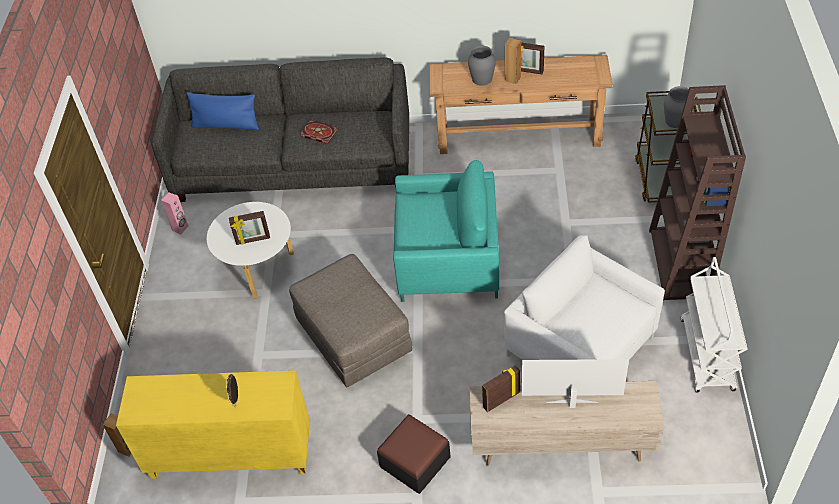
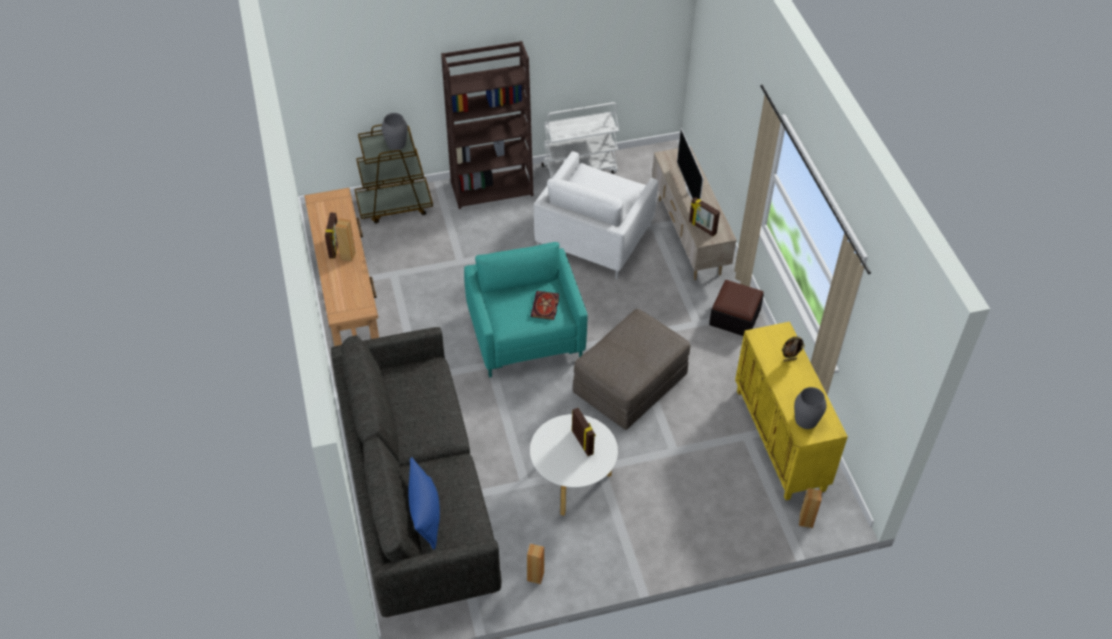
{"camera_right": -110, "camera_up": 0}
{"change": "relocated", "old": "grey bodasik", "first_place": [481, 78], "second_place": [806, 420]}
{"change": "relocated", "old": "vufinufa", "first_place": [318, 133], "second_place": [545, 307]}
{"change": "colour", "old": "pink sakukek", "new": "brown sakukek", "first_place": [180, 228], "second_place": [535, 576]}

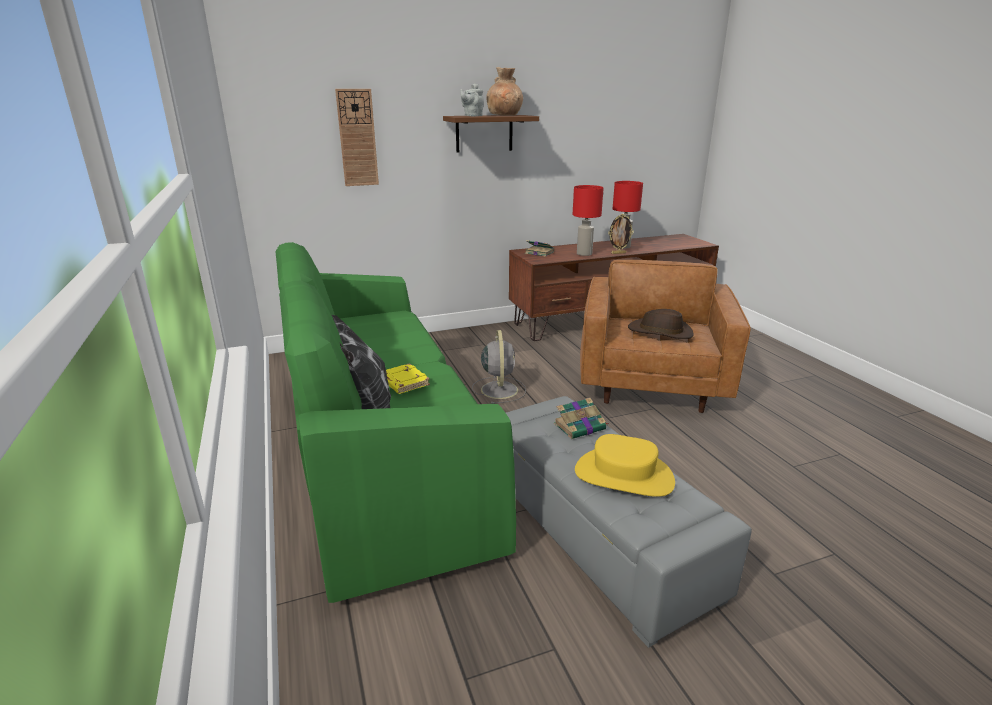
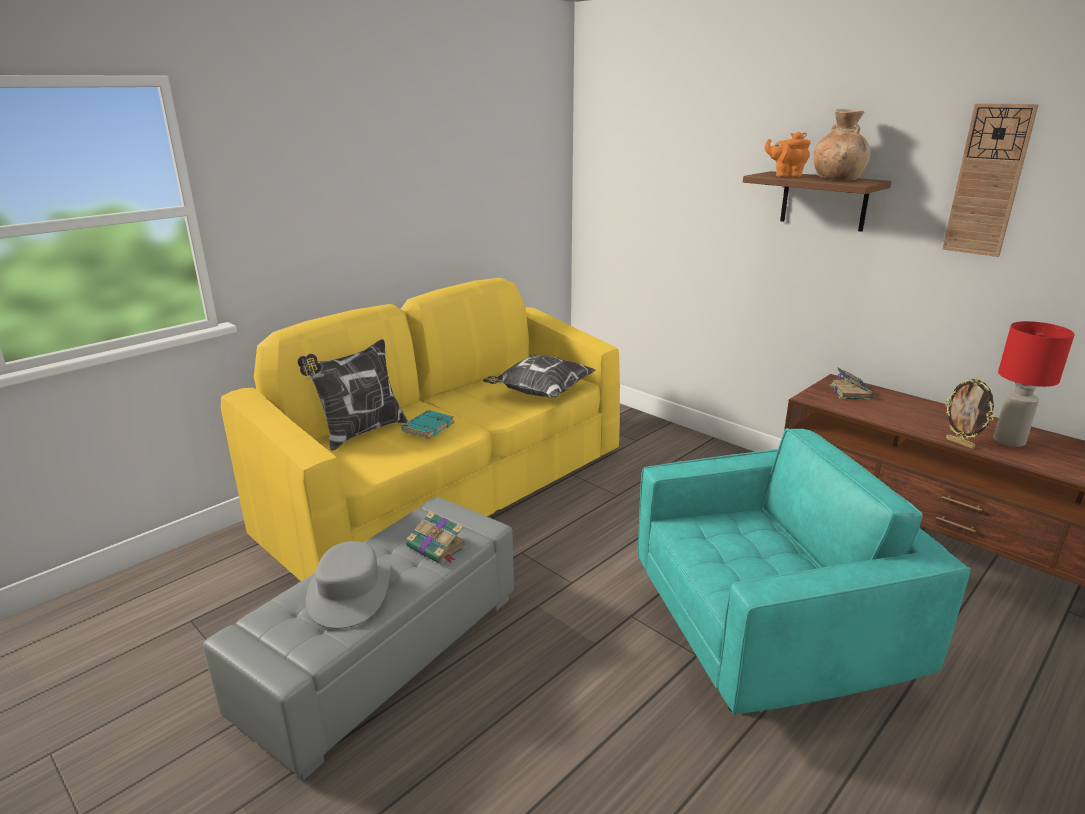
{"camera_right": 65, "camera_up": 0}
{"change": "colour", "old": "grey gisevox", "new": "orange gisevox", "first_place": [472, 116], "second_place": [786, 175]}
{"change": "relocated", "old": "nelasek", "first_place": [357, 138], "second_place": [988, 181]}
{"change": "missing", "old": "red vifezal", "first_place": [584, 254]}
{"change": "colour", "old": "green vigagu", "new": "yellow vigagu", "first_place": [382, 452], "second_place": [452, 492]}
{"change": "colour", "old": "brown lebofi", "new": "turquoise lebofi", "first_place": [651, 385], "second_place": [767, 641]}
{"change": "missing", "old": "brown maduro", "first_place": [660, 332]}
{"change": "missing", "old": "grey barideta", "first_place": [499, 389]}
{"change": "colour", "old": "yellow vufinufa", "new": "turquoise vufinufa", "first_place": [403, 382], "second_place": [428, 427]}
{"change": "colour", "old": "yellow maduro", "new": "grey maduro", "first_place": [623, 475], "second_place": [350, 591]}
{"change": "appeared", "new": "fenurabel", "second_place": [539, 394]}

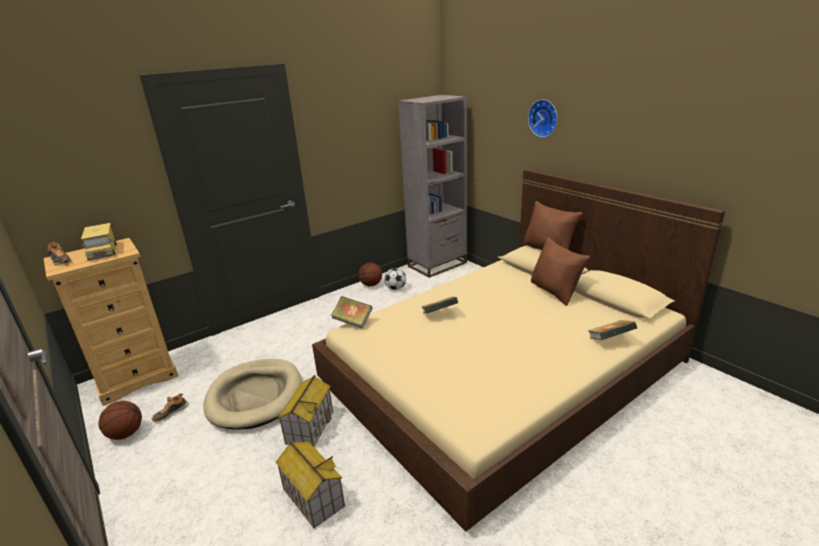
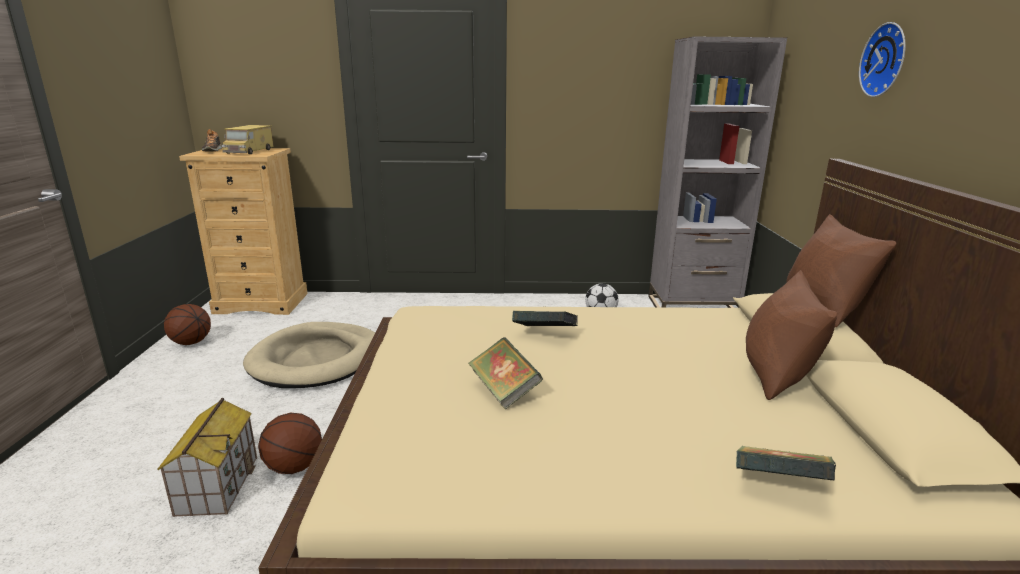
{"camera_right": 35, "camera_up": -5}
{"change": "relocated", "old": "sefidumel", "first_place": [371, 284], "second_place": [295, 467]}
{"change": "relocated", "old": "vufinufa", "first_place": [353, 322], "second_place": [504, 391]}
{"change": "missing", "old": "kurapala", "first_place": [309, 427]}
{"change": "missing", "old": "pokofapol", "first_place": [170, 413]}

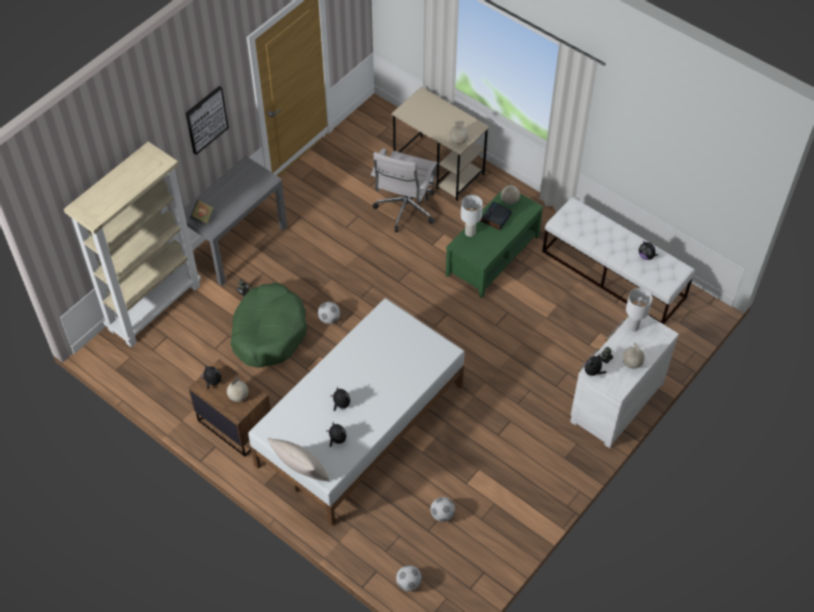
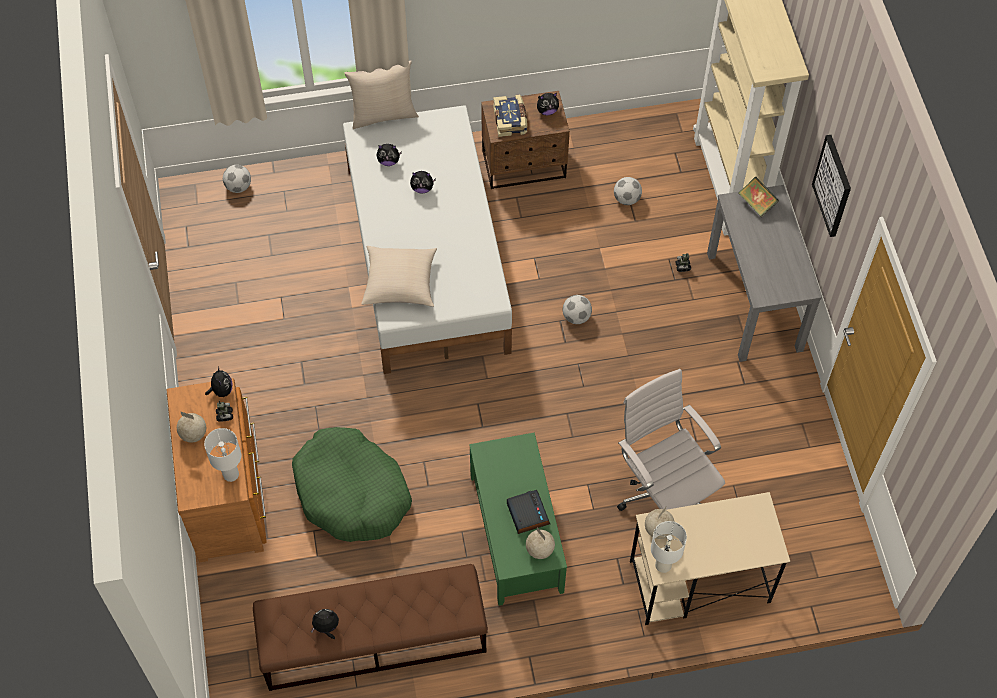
{"camera_right": 130, "camera_up": 5}
{"change": "relocated", "old": "white vifezal", "first_place": [470, 233], "second_place": [663, 564]}
{"change": "colour", "old": "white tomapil", "new": "brown tomapil", "first_place": [614, 274], "second_place": [372, 640]}
{"change": "relocated", "old": "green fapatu", "first_place": [268, 332], "second_place": [352, 492]}
{"change": "colour", "old": "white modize", "new": "brown modize", "first_place": [614, 401], "second_place": [228, 496]}
{"change": "exchanged", "old": "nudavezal", "new": "vufinufa", "first_place": [239, 396], "second_place": [510, 120]}
{"change": "relocated", "old": "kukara", "first_place": [442, 514], "second_place": [627, 199]}
{"change": "appeared", "new": "beige fenurabel", "second_place": [400, 283]}

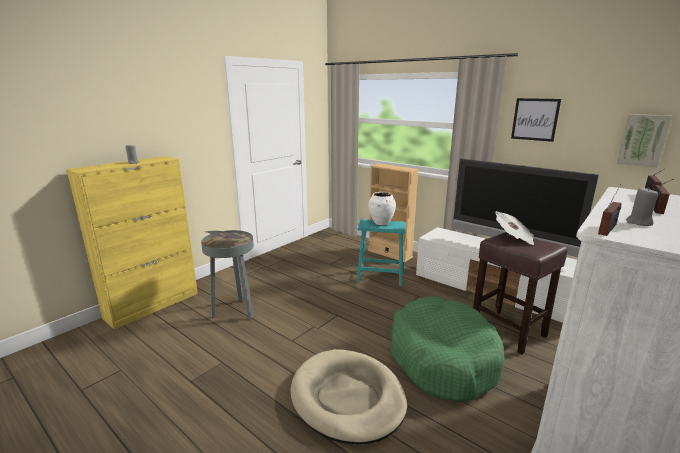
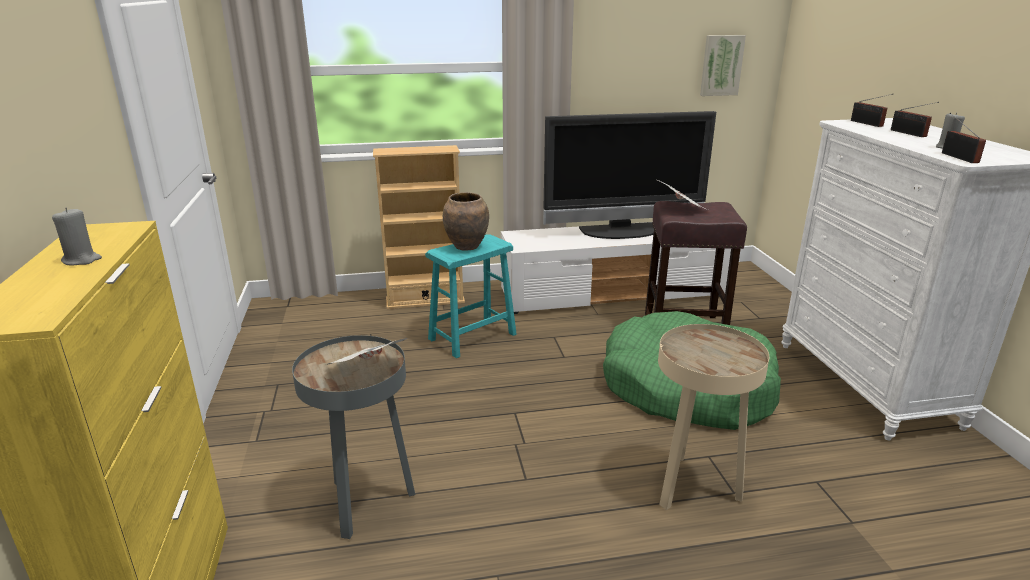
{"camera_right": -50, "camera_up": 5}
{"change": "missing", "old": "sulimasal", "first_place": [535, 119]}
{"change": "colour", "old": "white bodasik", "new": "brown bodasik", "first_place": [381, 223], "second_place": [467, 247]}
{"change": "exchanged", "old": "beige fapatu", "new": "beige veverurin", "first_place": [347, 398], "second_place": [694, 488]}

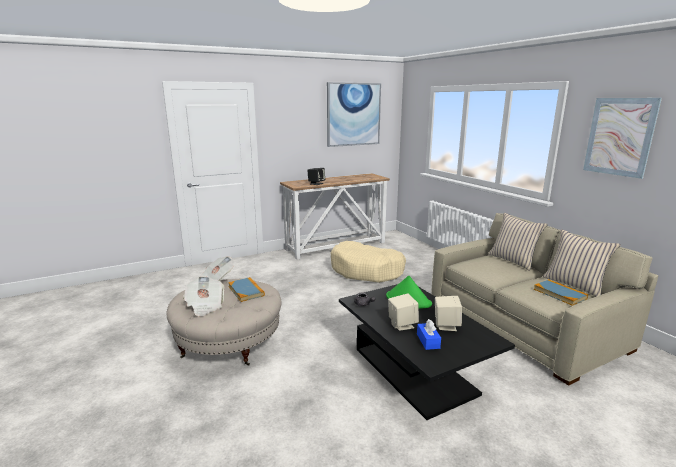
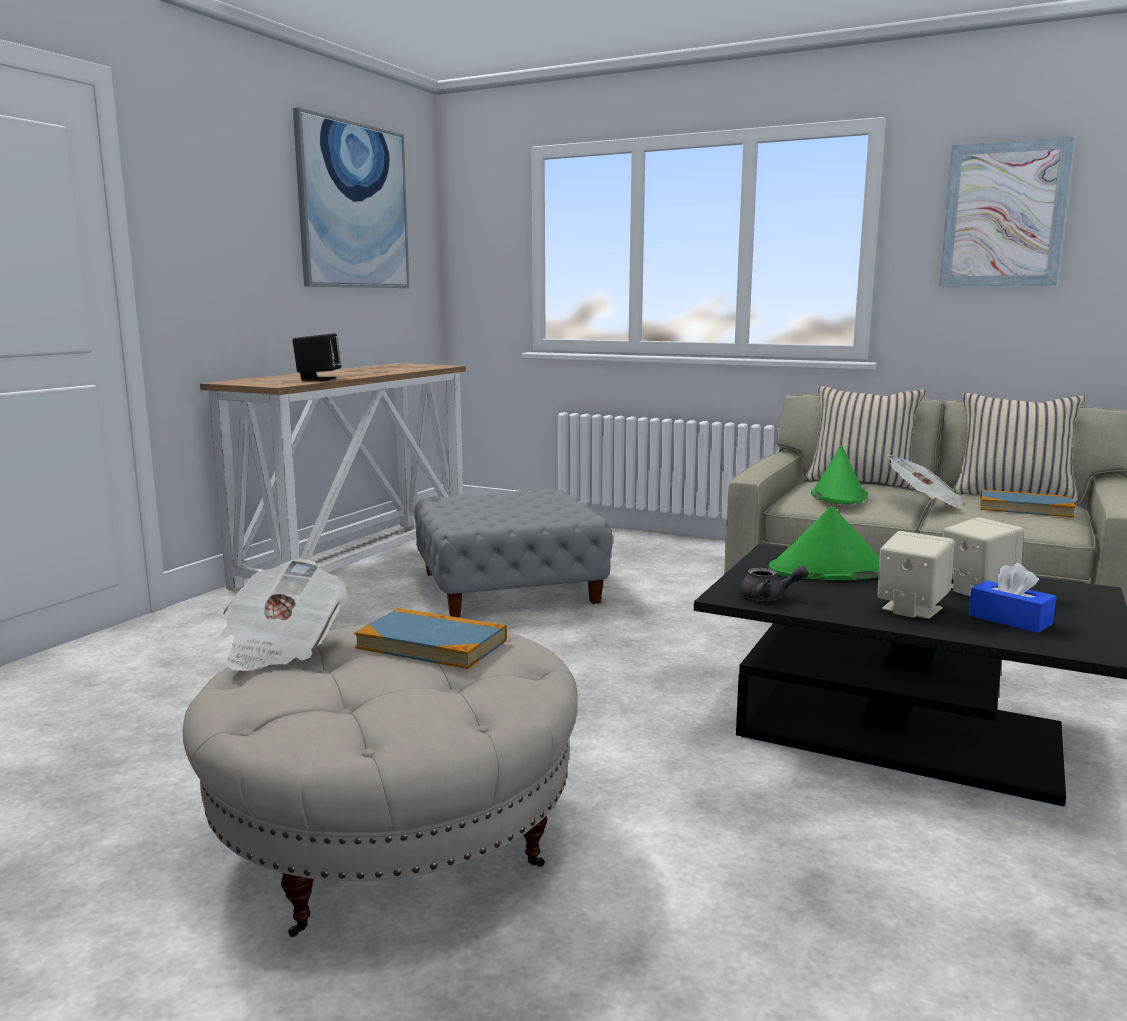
{"camera_right": -35, "camera_up": -5}
{"change": "exchanged", "old": "beige fapatu", "new": "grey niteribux", "first_place": [367, 271], "second_place": [509, 587]}
{"change": "relocated", "old": "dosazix", "first_place": [205, 306], "second_place": [925, 503]}
{"change": "appeared", "new": "green maduro", "second_place": [838, 495]}

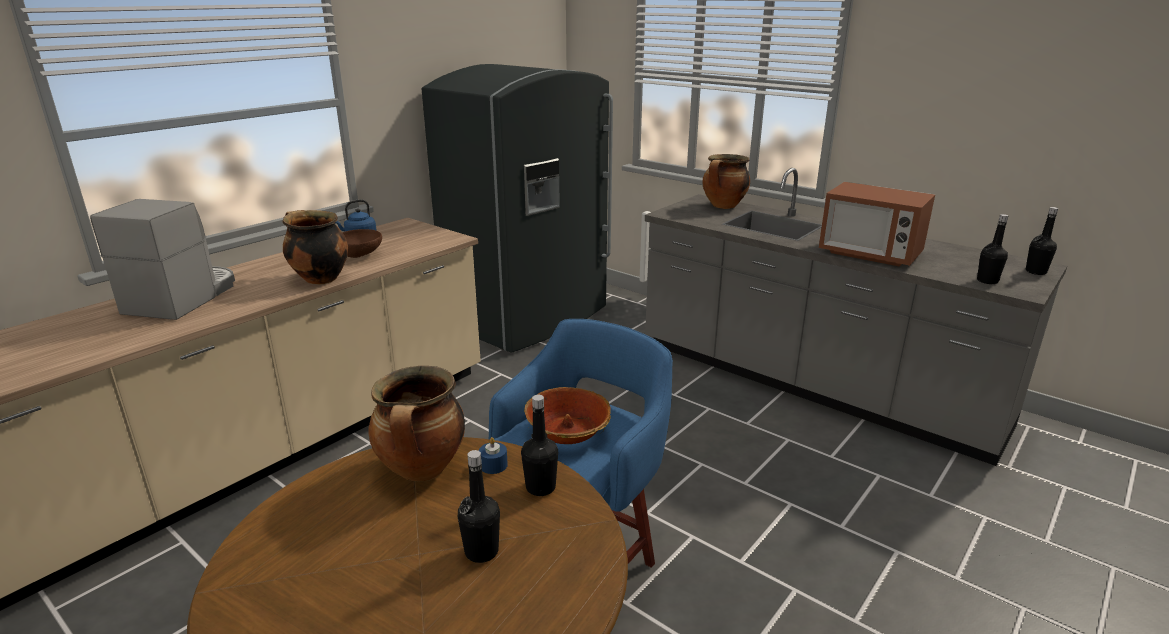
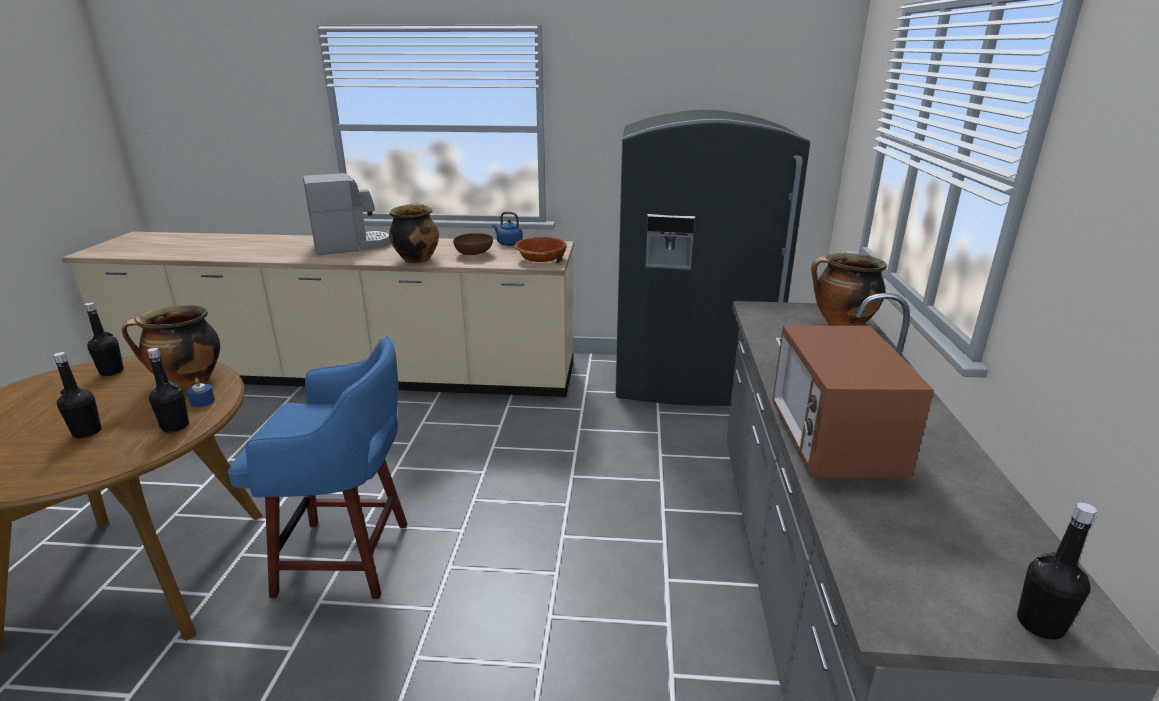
{"camera_right": 55, "camera_up": 0}
{"change": "relocated", "old": "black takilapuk", "first_place": [987, 281], "second_place": [112, 372]}
{"change": "relocated", "old": "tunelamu", "first_place": [567, 432], "second_place": [541, 259]}

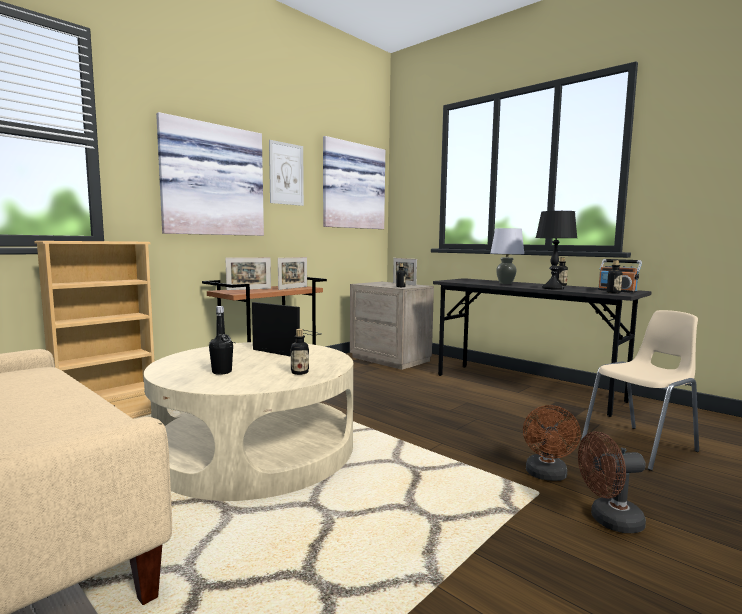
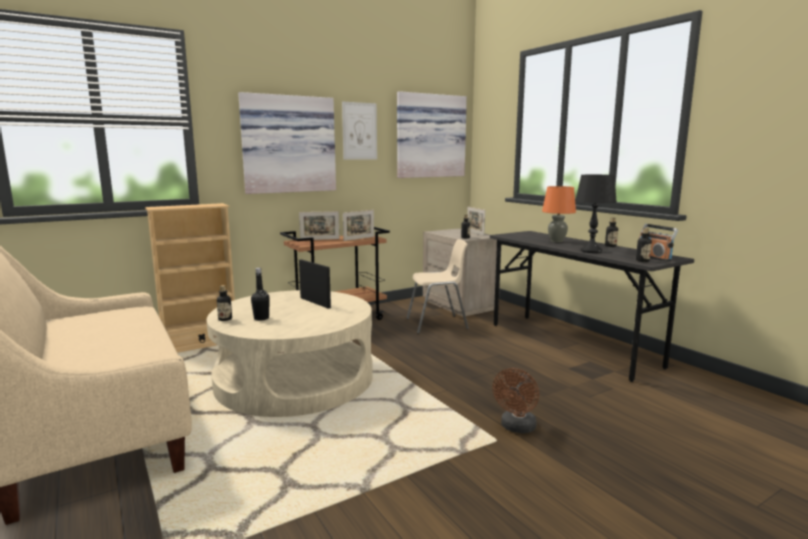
{"camera_right": 15, "camera_up": 5}
{"change": "colour", "old": "grey vifezal", "new": "orange vifezal", "first_place": [505, 283], "second_place": [556, 241]}
{"change": "relocated", "old": "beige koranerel", "first_place": [641, 446], "second_place": [437, 324]}
{"change": "relocated", "old": "takilapuk", "first_place": [300, 372], "second_place": [225, 319]}
{"change": "missing", "old": "brown barideta", "first_place": [609, 521]}

